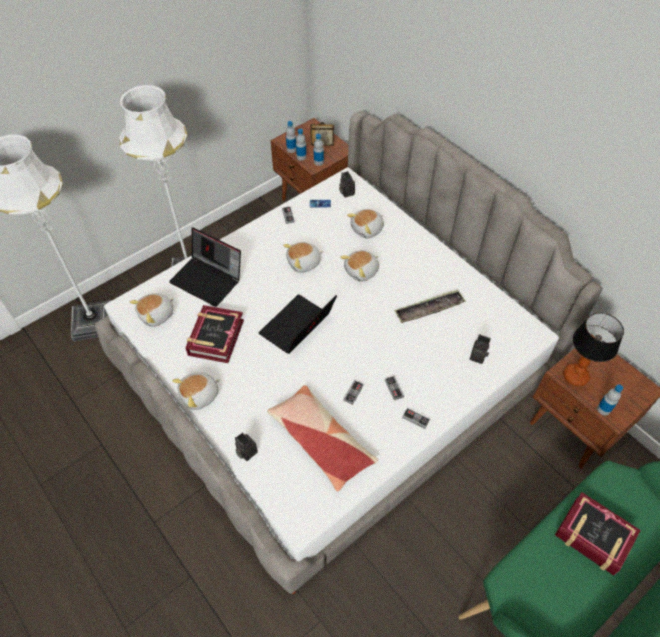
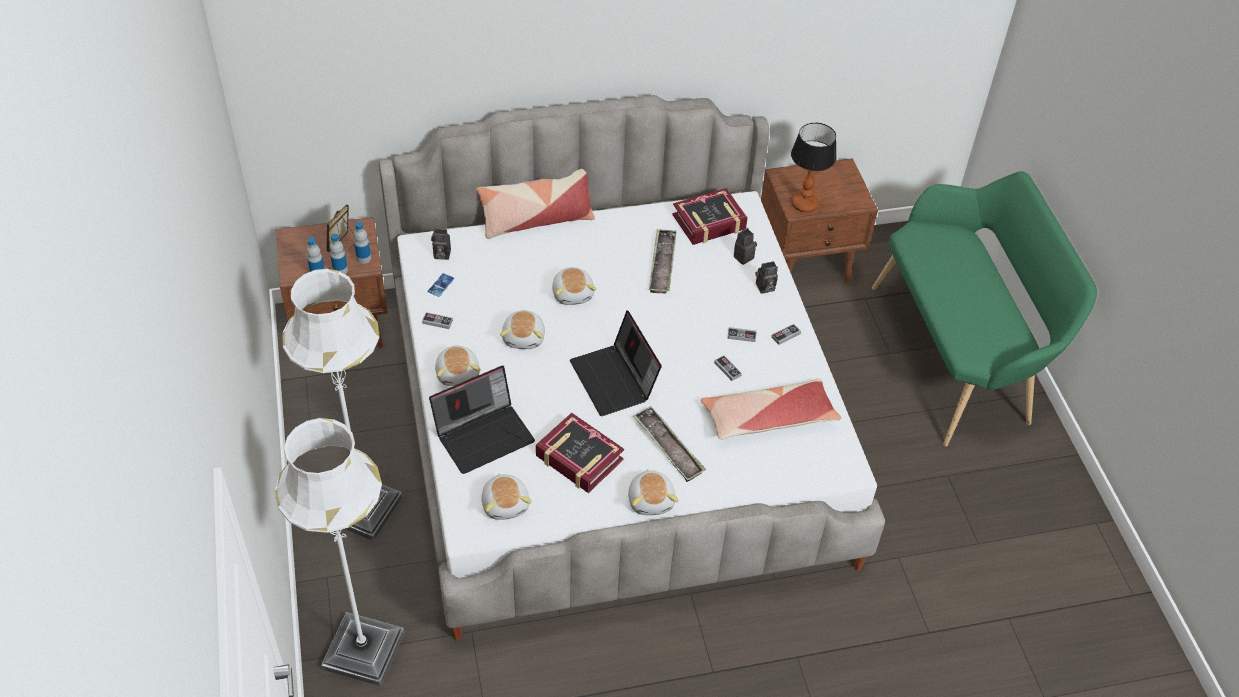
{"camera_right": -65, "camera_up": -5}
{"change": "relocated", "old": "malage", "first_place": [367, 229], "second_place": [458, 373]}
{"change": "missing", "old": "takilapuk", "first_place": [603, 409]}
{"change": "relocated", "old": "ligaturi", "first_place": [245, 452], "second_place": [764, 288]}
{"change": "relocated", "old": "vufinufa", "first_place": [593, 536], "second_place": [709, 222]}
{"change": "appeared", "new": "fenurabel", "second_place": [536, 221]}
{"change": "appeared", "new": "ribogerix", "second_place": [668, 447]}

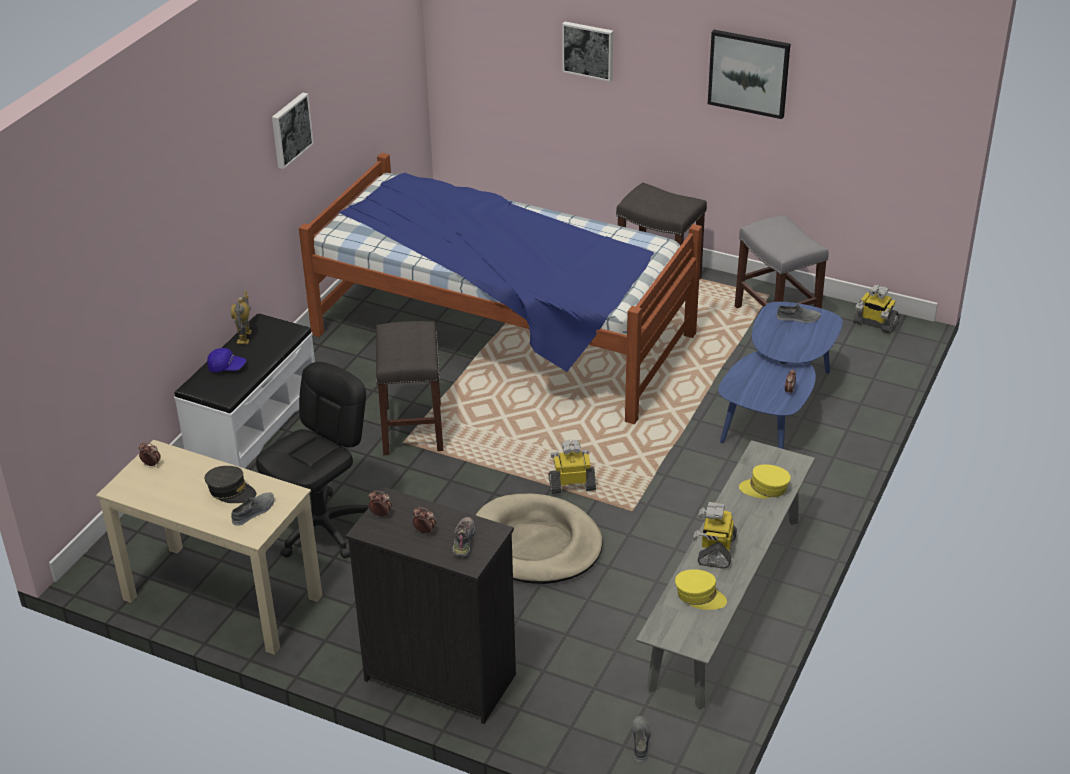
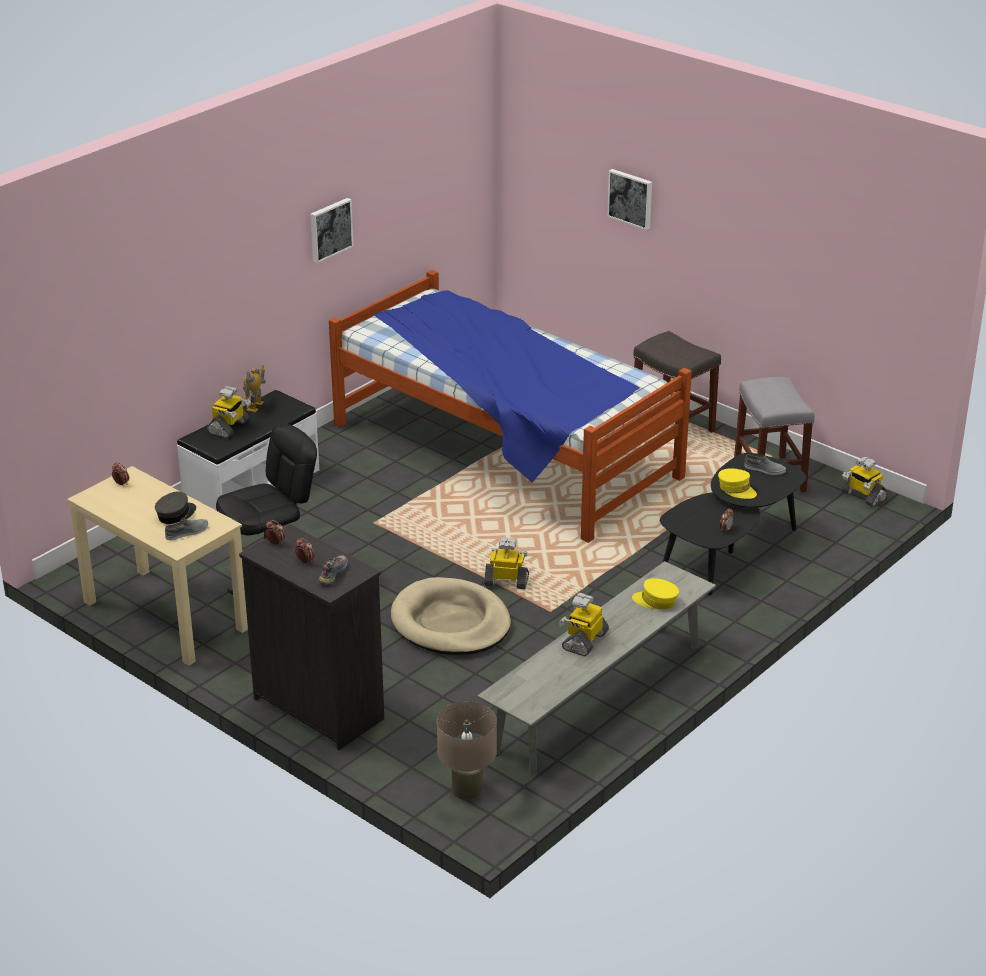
{"camera_right": 15, "camera_up": -5}
{"change": "missing", "old": "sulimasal", "first_place": [749, 73]}
{"change": "colour", "old": "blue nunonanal", "new": "black nunonanal", "first_place": [777, 406], "second_place": [730, 550]}
{"change": "missing", "old": "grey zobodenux", "first_place": [411, 428]}
{"change": "exchanged", "old": "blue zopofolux", "new": "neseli", "first_place": [227, 367], "second_place": [229, 427]}
{"change": "spun", "old": "grey zopofolux", "first_place": [231, 491], "second_place": [176, 514], "degrees": -90}
{"change": "relocated", "old": "yellow zopofolux", "first_place": [699, 596], "second_place": [736, 489]}
{"change": "exchanged", "old": "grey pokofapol", "new": "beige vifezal", "first_place": [641, 741], "second_place": [467, 789]}

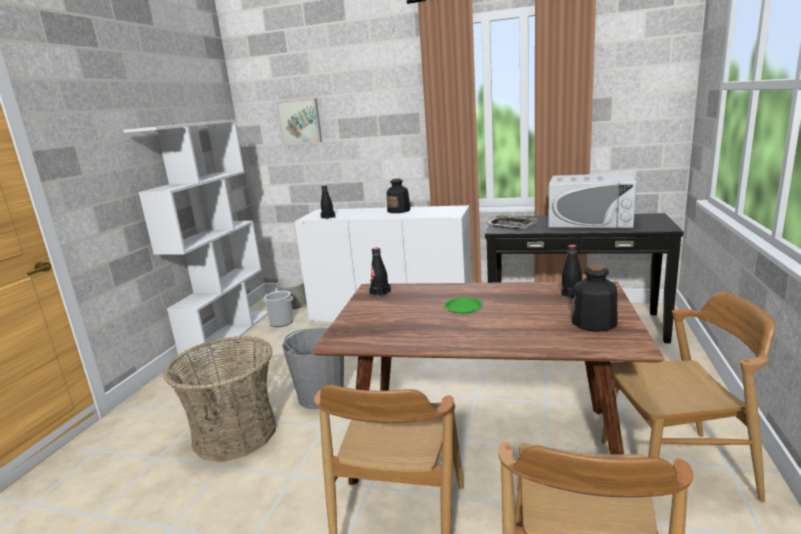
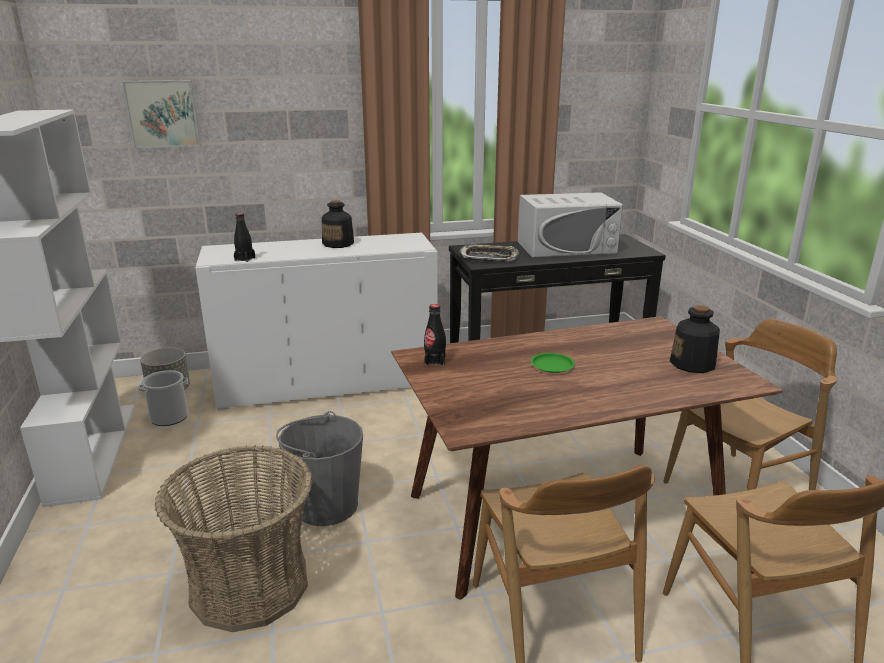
{"camera_right": -30, "camera_up": 5}
{"change": "missing", "old": "black takilapuk", "first_place": [571, 295]}

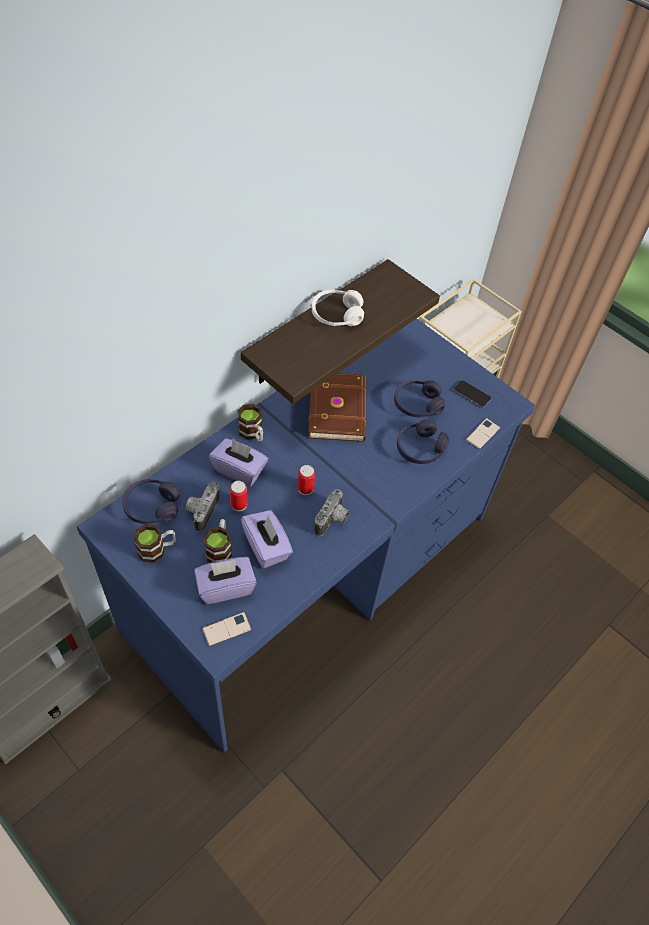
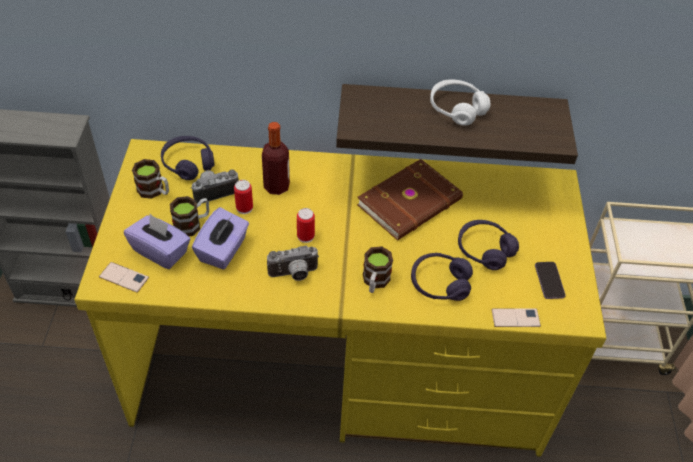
{"camera_right": 50, "camera_up": -5}
{"change": "colour", "old": "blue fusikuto", "new": "yellow fusikuto", "first_place": [313, 573], "second_place": [339, 367]}
{"change": "relocated", "old": "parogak", "first_place": [252, 434], "second_place": [375, 282]}
{"change": "exchanged", "old": "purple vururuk", "new": "takilapuk", "first_place": [239, 470], "second_place": [276, 186]}

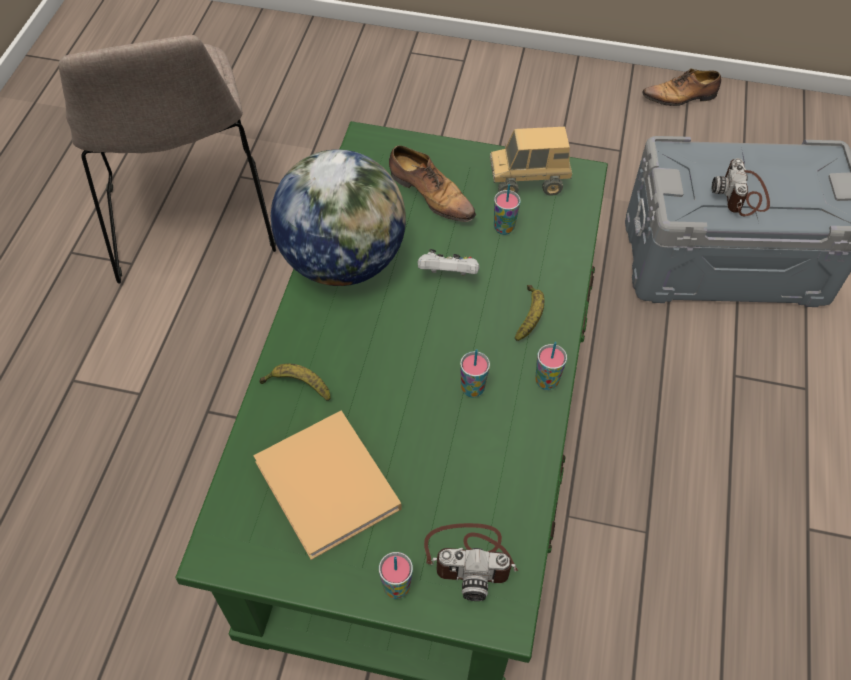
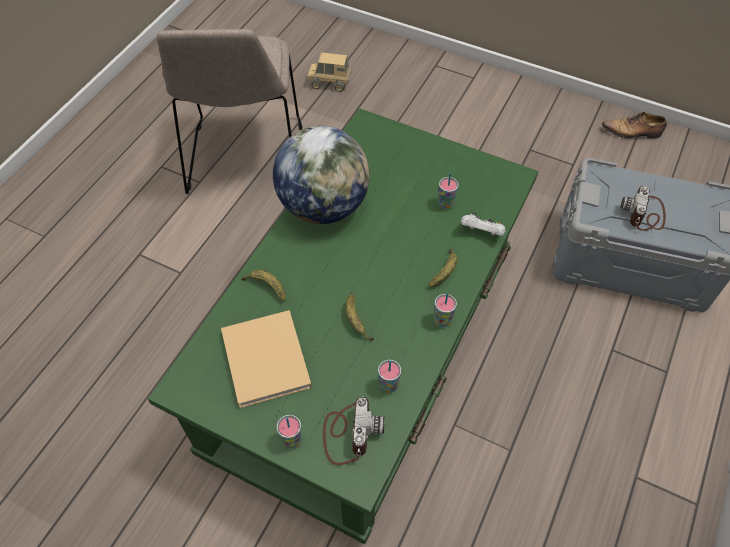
{"camera_right": 15, "camera_up": 0}
{"change": "relocated", "old": "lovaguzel", "first_place": [528, 182], "second_place": [330, 84]}
{"change": "missing", "old": "pokofapol", "first_place": [430, 194]}
{"change": "relocated", "old": "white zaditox", "first_place": [448, 274], "second_place": [481, 232]}
{"change": "relocated", "old": "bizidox", "first_place": [472, 389], "second_place": [388, 386]}
{"change": "spun", "old": "ligaturi", "first_place": [470, 558], "second_place": [349, 433], "degrees": -105}
{"change": "appeared", "new": "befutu", "second_place": [356, 321]}

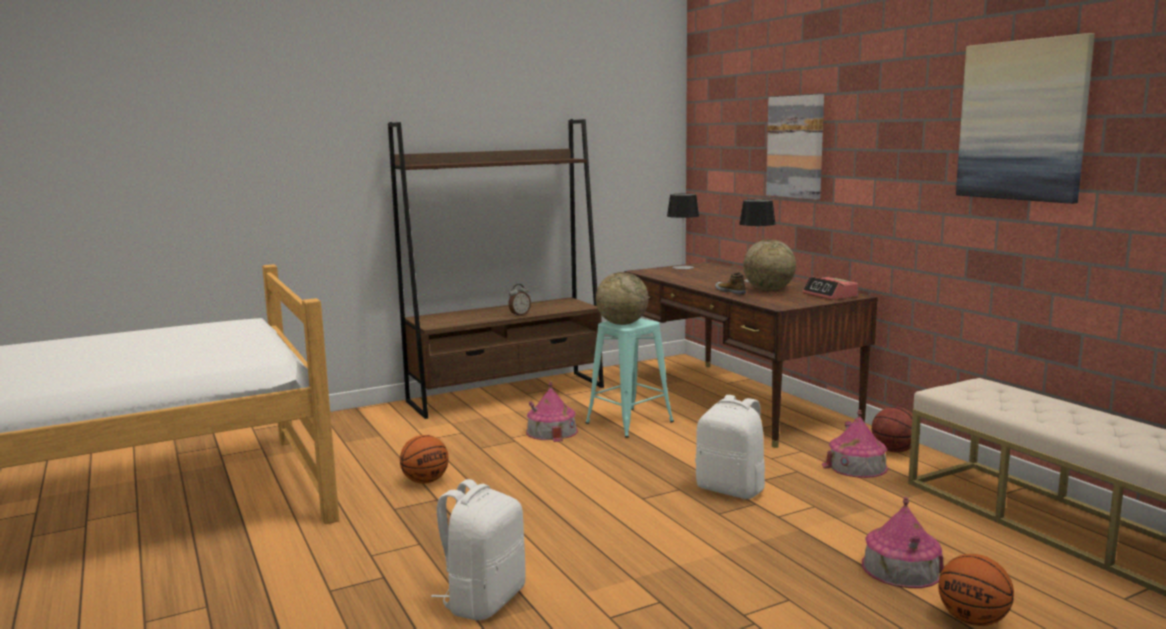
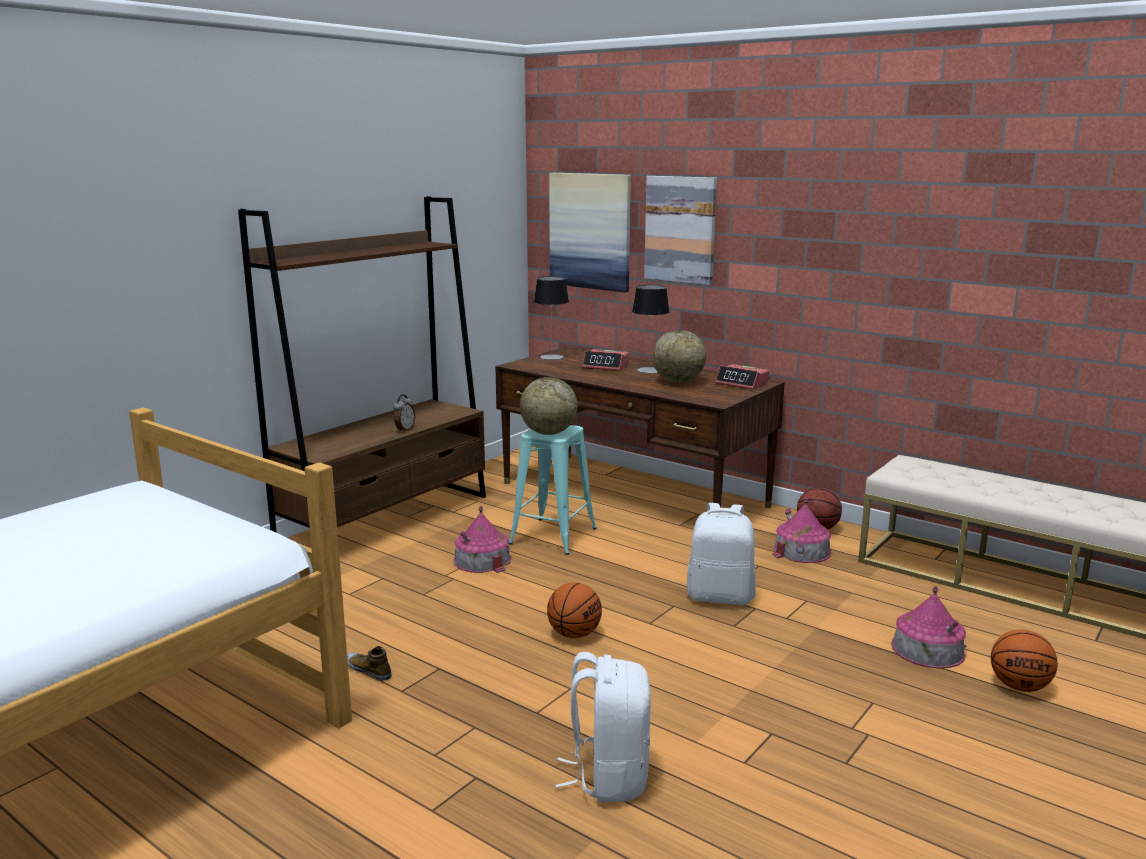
{"camera_right": -25, "camera_up": 5}
{"change": "relocated", "old": "sulimasal", "first_place": [1022, 120], "second_place": [590, 231]}
{"change": "relocated", "old": "pokofapol", "first_place": [730, 291], "second_place": [368, 670]}
{"change": "relocated", "old": "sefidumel", "first_place": [425, 481], "second_place": [574, 634]}
{"change": "appeared", "new": "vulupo", "second_place": [606, 366]}

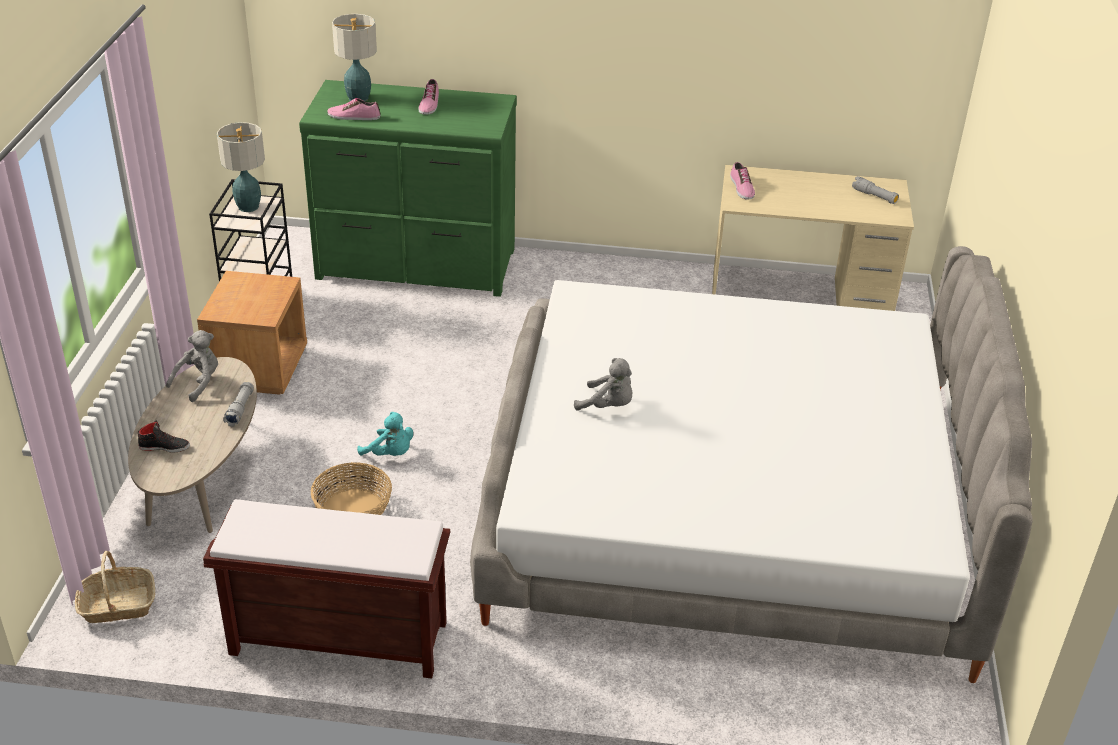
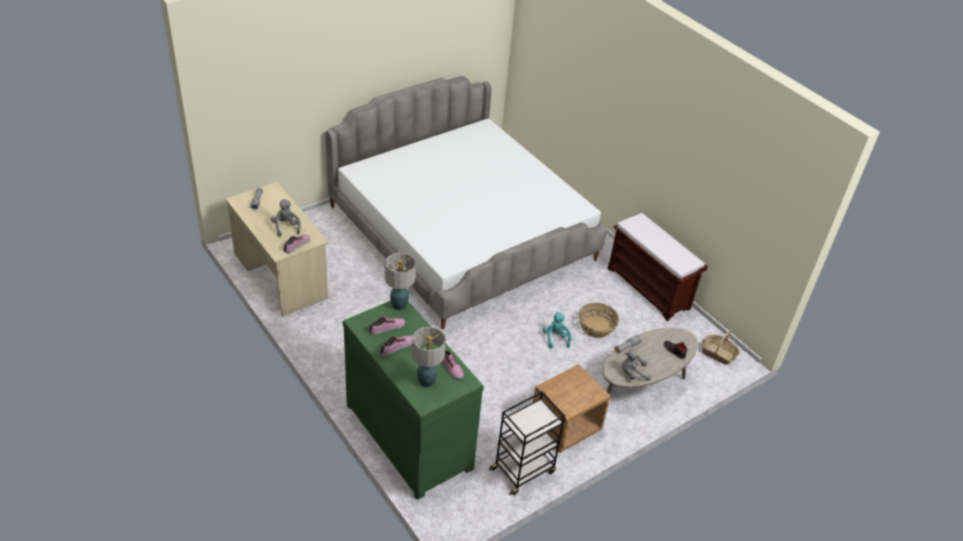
{"camera_right": -135, "camera_up": 5}
{"change": "relocated", "old": "vifezal", "first_place": [249, 207], "second_place": [399, 305]}
{"change": "relocated", "old": "grey malage", "first_place": [608, 406], "second_place": [286, 227]}
{"change": "appeared", "new": "pokofapol", "second_place": [387, 328]}

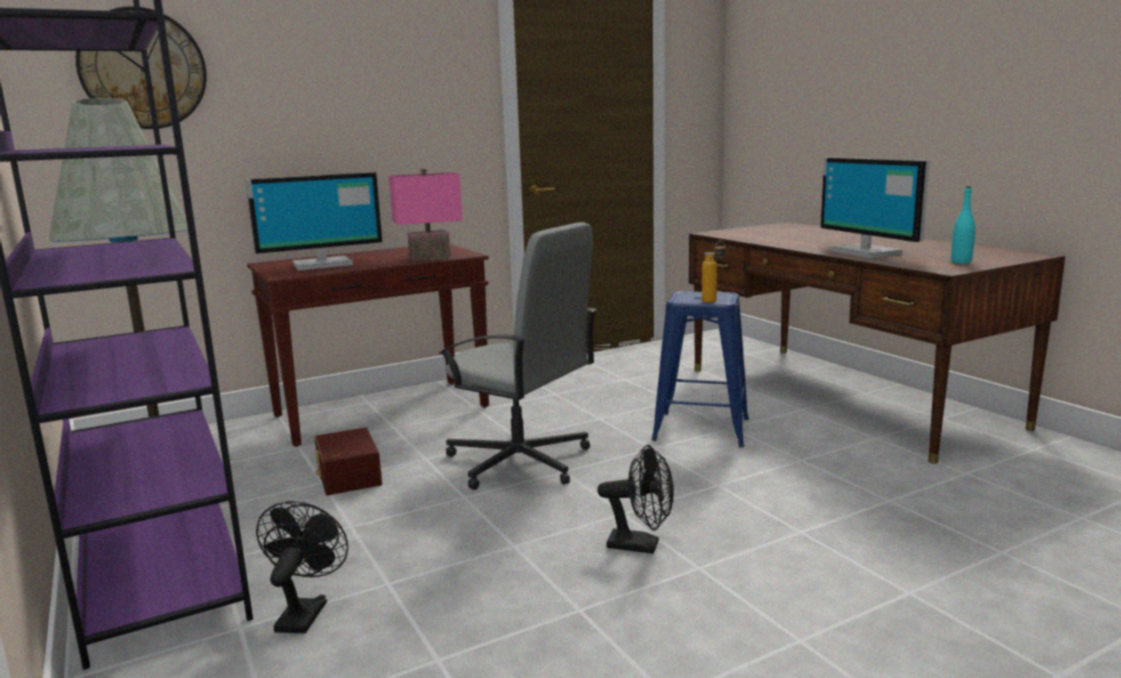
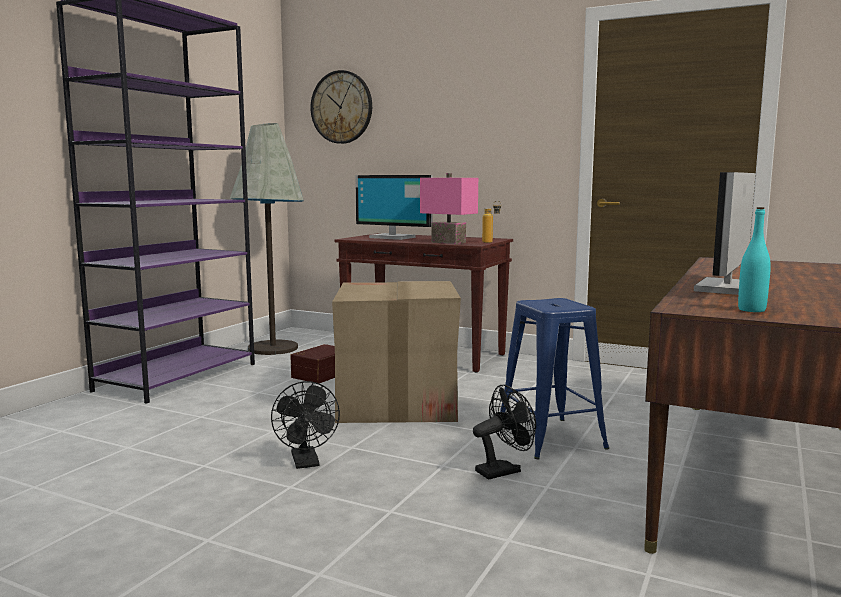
{"camera_right": 55, "camera_up": -5}
{"change": "exchanged", "old": "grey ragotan", "new": "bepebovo", "first_place": [520, 462], "second_place": [397, 403]}
{"change": "relocated", "old": "takilapuk", "first_place": [713, 300], "second_place": [491, 242]}
{"change": "relocated", "old": "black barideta", "first_place": [304, 612], "second_place": [503, 470]}

